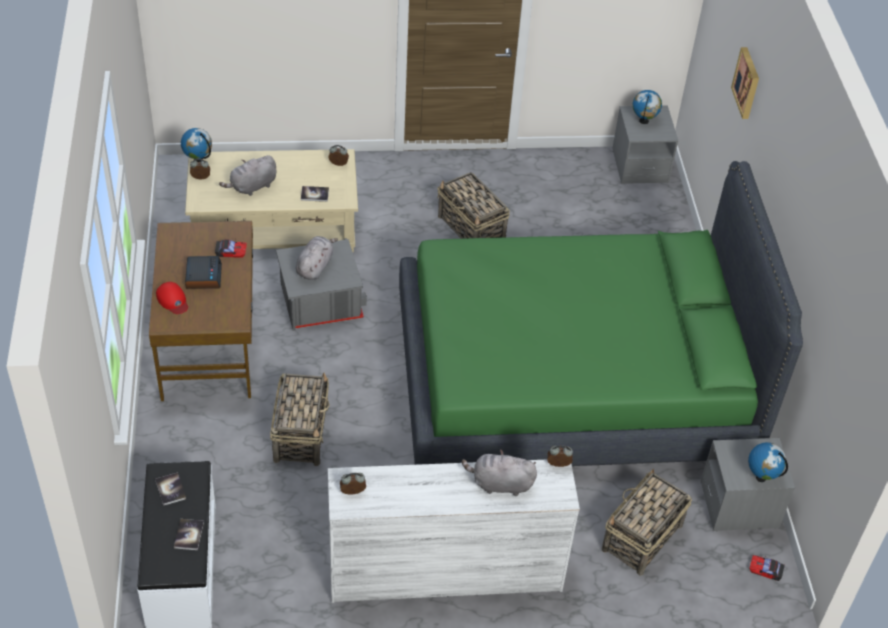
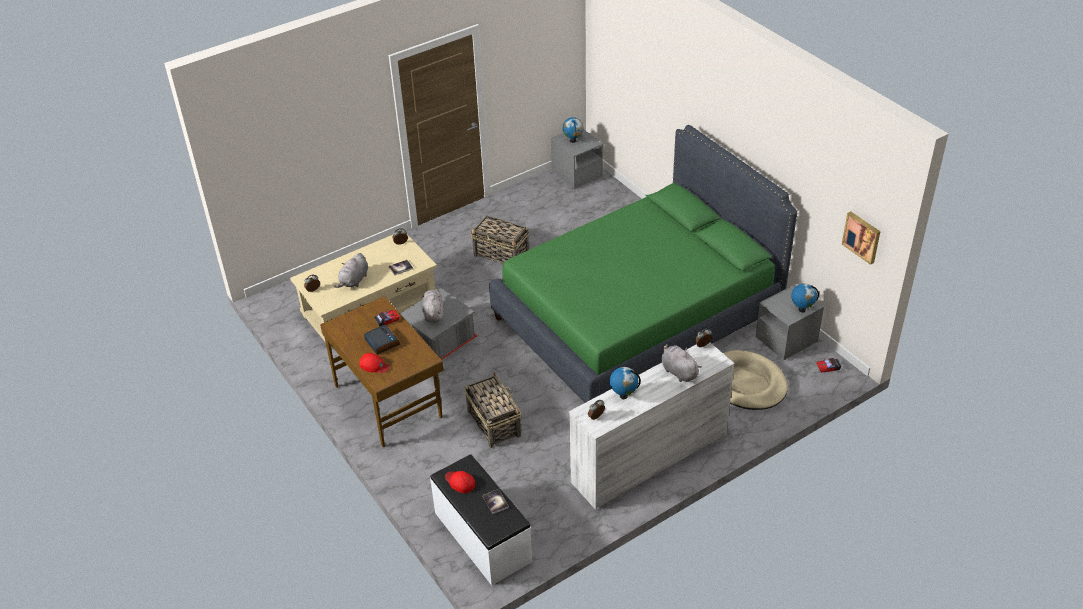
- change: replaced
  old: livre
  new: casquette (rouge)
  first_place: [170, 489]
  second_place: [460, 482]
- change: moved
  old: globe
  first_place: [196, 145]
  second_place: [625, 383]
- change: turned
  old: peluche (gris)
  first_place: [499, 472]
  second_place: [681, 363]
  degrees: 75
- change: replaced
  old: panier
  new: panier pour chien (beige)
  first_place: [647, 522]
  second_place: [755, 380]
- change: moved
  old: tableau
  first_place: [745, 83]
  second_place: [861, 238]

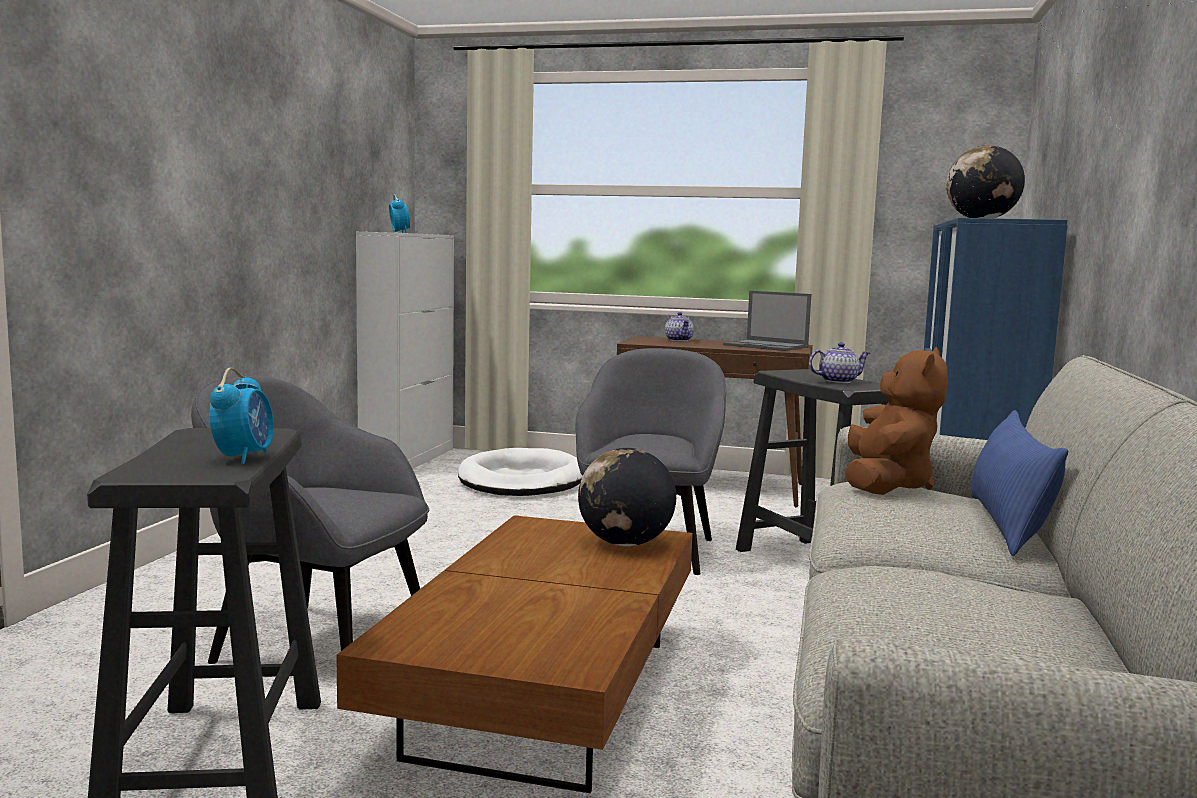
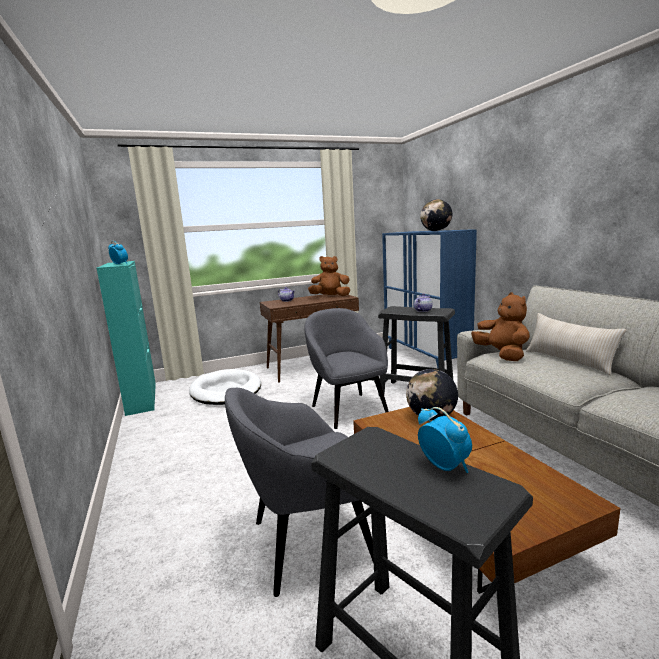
- change: recoloured
  old: meuble de rangement (blanc)
  new: meuble de rangement (turquoise)
  first_place: [405, 350]
  second_place: [126, 338]
- change: replaced
  old: ordinateur portable
  new: peluche (marron)
  first_place: [767, 321]
  second_place: [329, 276]
- change: recoloured
  old: coussin (bleu)
  new: coussin (beige)
  first_place: [1019, 483]
  second_place: [576, 344]

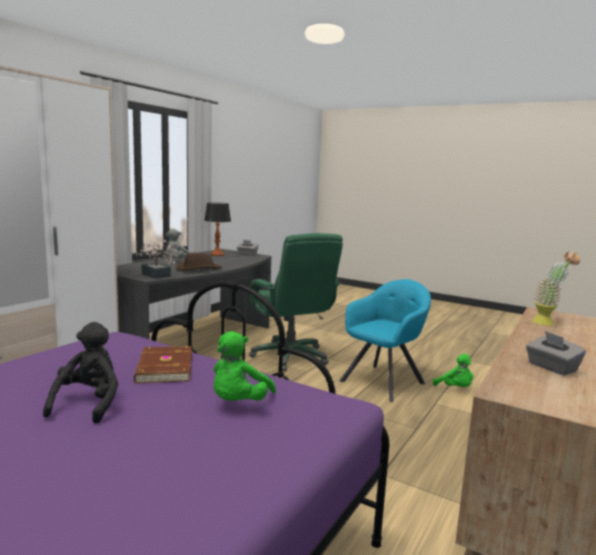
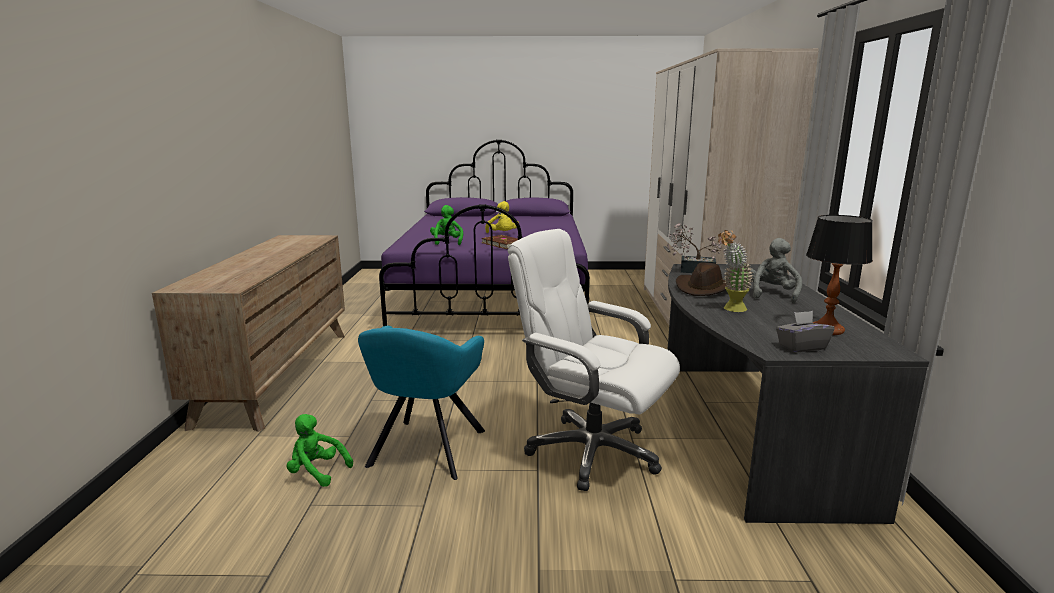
- change: recoloured
  old: peluche (noir)
  new: peluche (jaune)
  first_place: [80, 372]
  second_place: [502, 217]
- change: recoloured
  old: chaise de bureau (vert)
  new: chaise de bureau (blanc)
  first_place: [296, 302]
  second_place: [594, 360]
- change: removed
  old: boîte à mouchoirs (gris)
  first_place: [556, 353]
- change: moved
  old: plante en pot
  first_place: [556, 288]
  second_place: [736, 271]

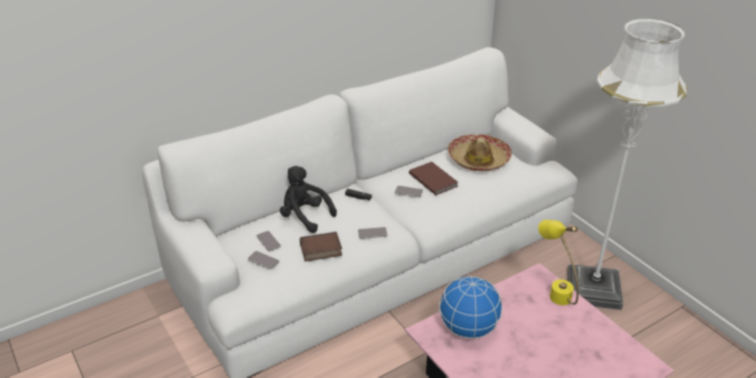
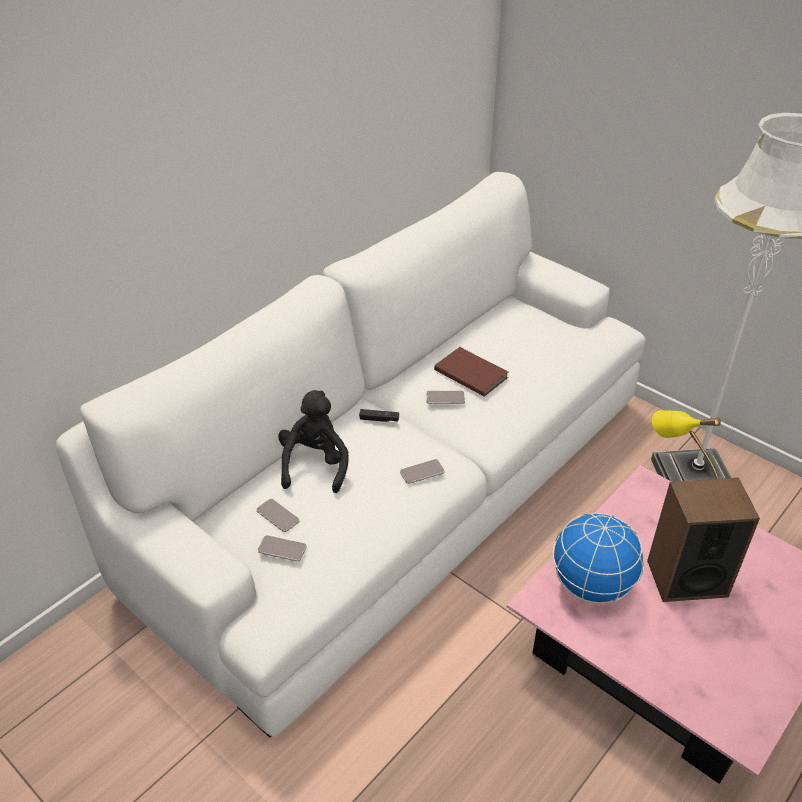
- change: turned
  old: peluche (noir)
  first_place: [308, 199]
  second_place: [313, 441]
  degrees: 75
- change: removed
  old: livre
  first_place: [321, 247]
- change: removed
  old: chapeau
  first_place: [480, 152]
- change: added
  new: enceinte
  second_place: [703, 540]

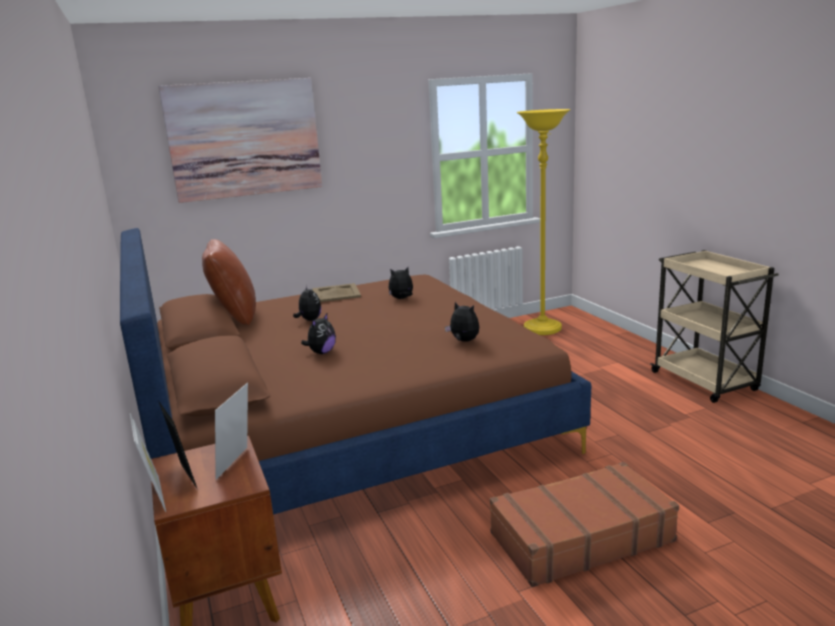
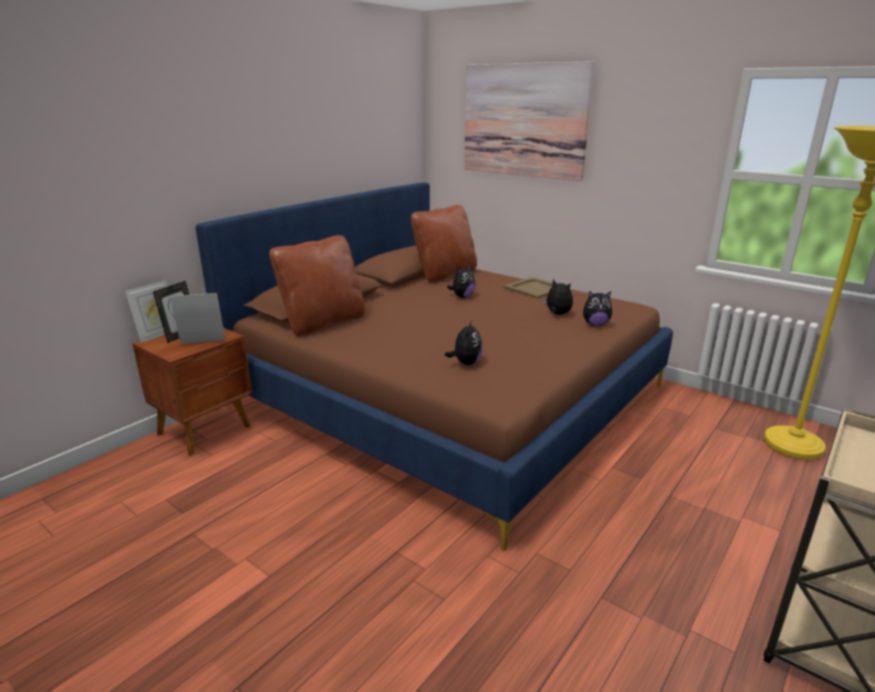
- change: moved
  old: peluche
  first_place: [318, 334]
  second_place: [597, 308]
- change: removed
  old: valise (marron)
  first_place: [584, 524]
- change: added
  new: coussin (marron)
  second_place: [317, 285]

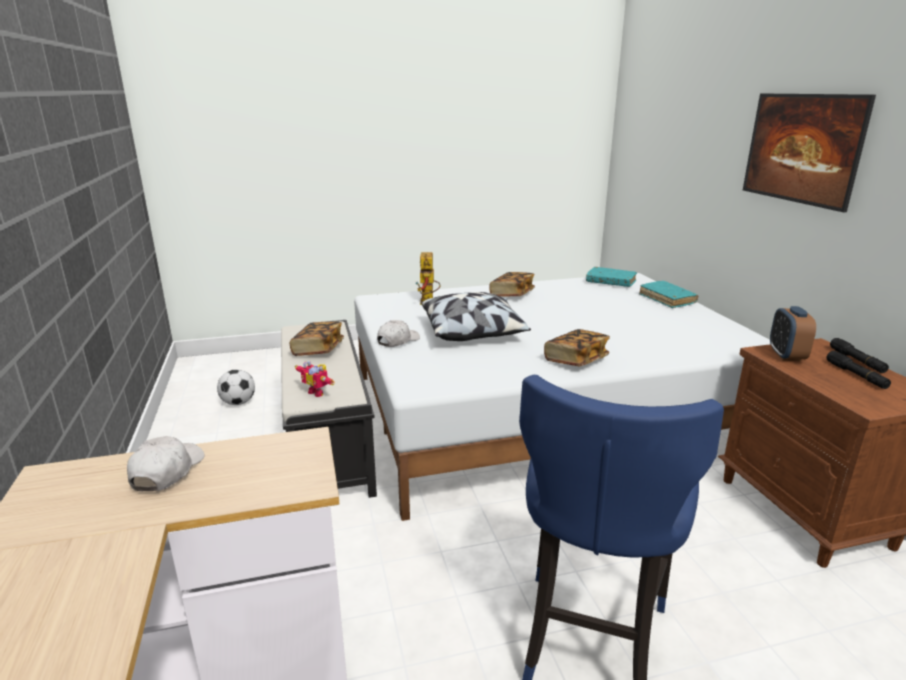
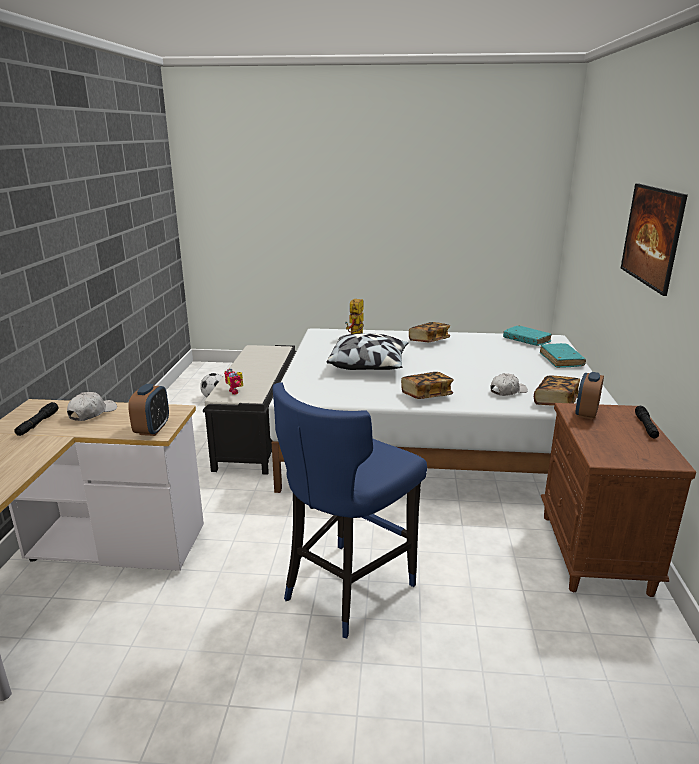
- change: moved
  old: livre
  first_place: [317, 339]
  second_place: [557, 390]
- change: moved
  old: casquette (blanc)
  first_place: [398, 333]
  second_place: [509, 384]
- change: moved
  old: lampe de poche (noir)
  first_place: [859, 370]
  second_place: [36, 419]
- change: added
  new: réveil
  second_place: [148, 410]

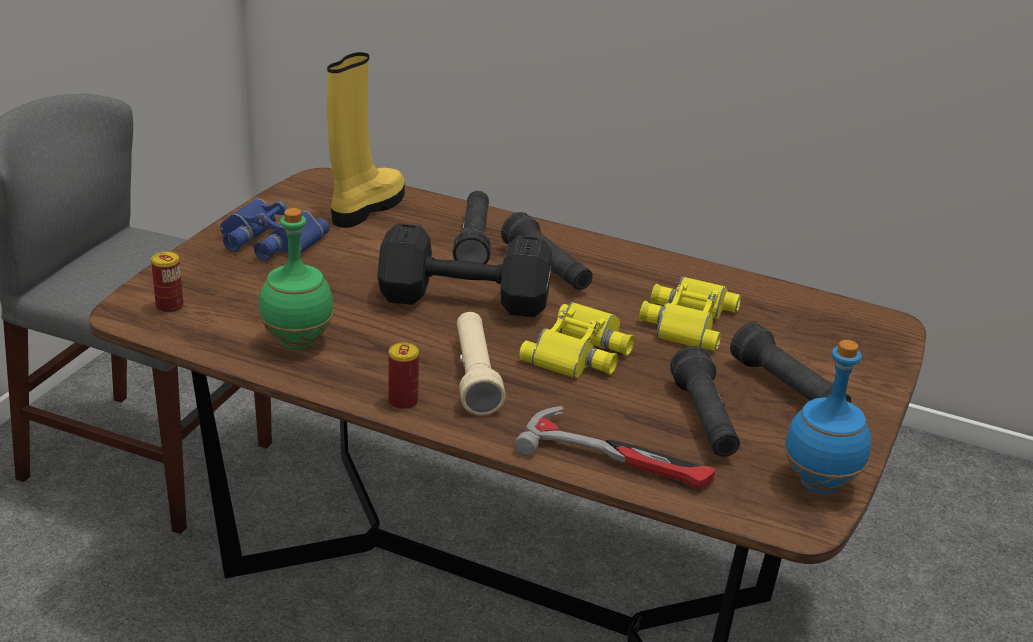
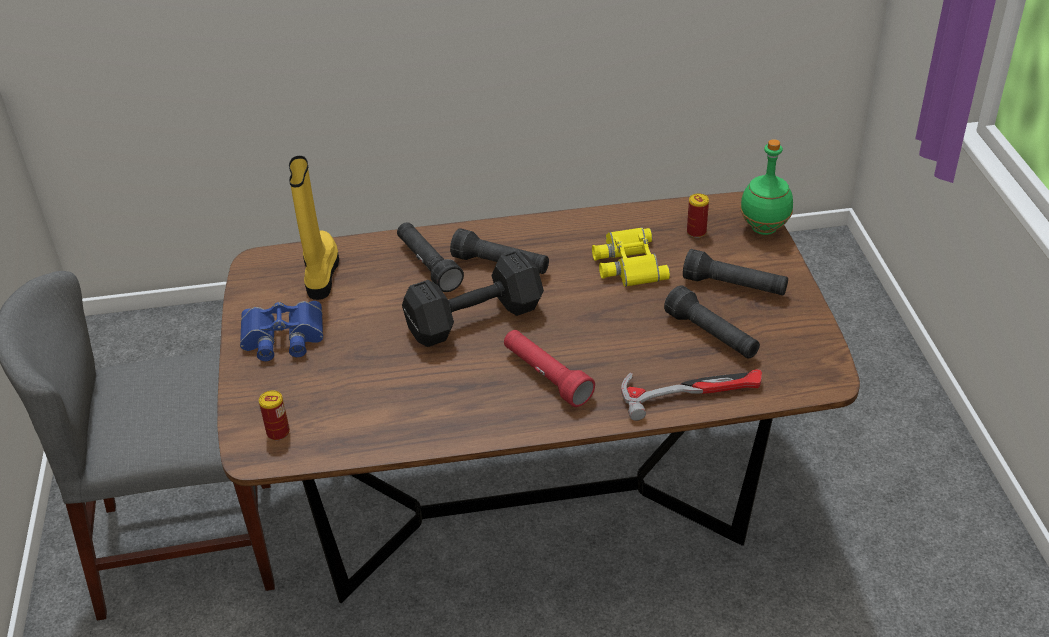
- change: moved
  old: bouteille (vert)
  first_place: [296, 278]
  second_place: [766, 187]
- change: moved
  old: boîte métallique
  first_place: [403, 376]
  second_place: [698, 215]
- change: recoloured
  old: lampe de poche (beige)
  new: lampe de poche (rouge)
  first_place: [481, 364]
  second_place: [549, 368]
- change: removed
  old: jumelles (jaune)
  first_place: [576, 340]
- change: removed
  old: bouteille (bleu)
  first_place: [827, 417]

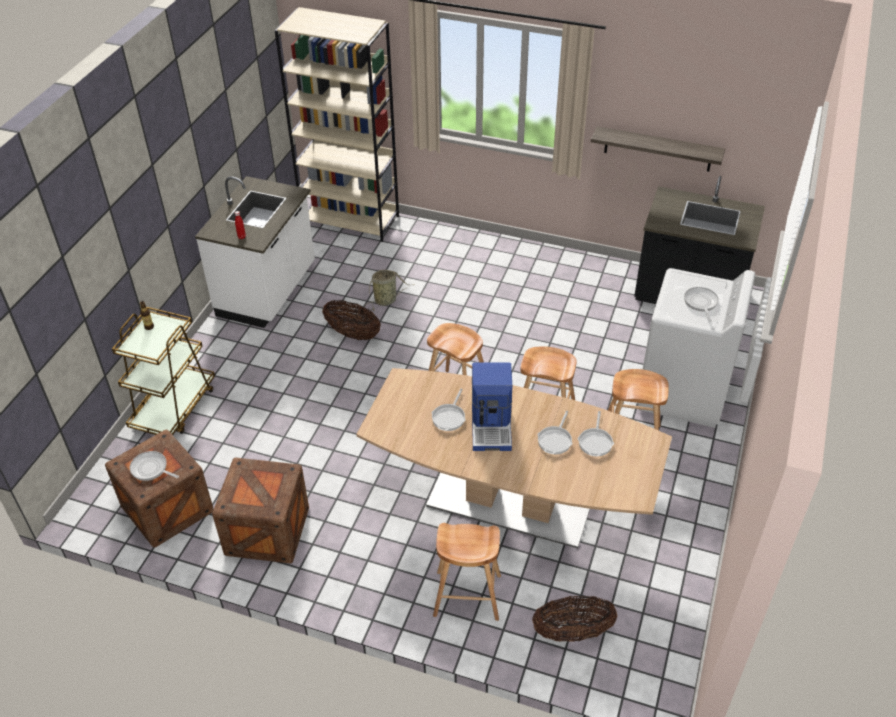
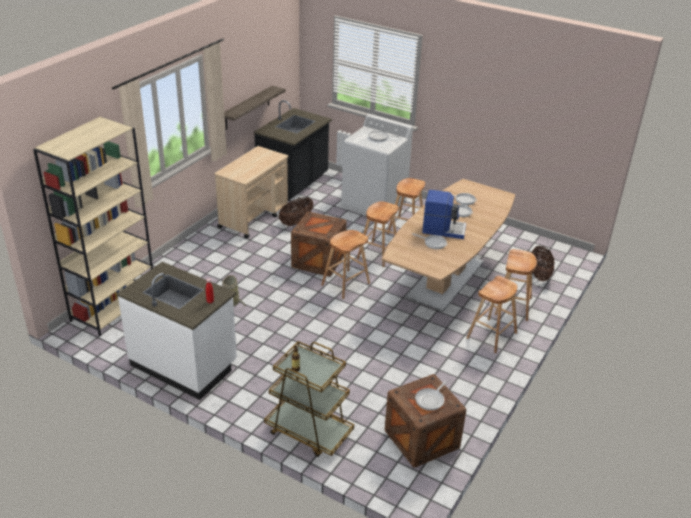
- change: moved
  old: caisse
  first_place: [260, 510]
  second_place: [319, 244]
- change: moved
  old: panier
  first_place: [351, 320]
  second_place: [296, 211]
- change: added
  new: chariot (beige)
  second_place: [251, 192]
- change: added
  new: tabouret (marron)
  second_place: [492, 314]

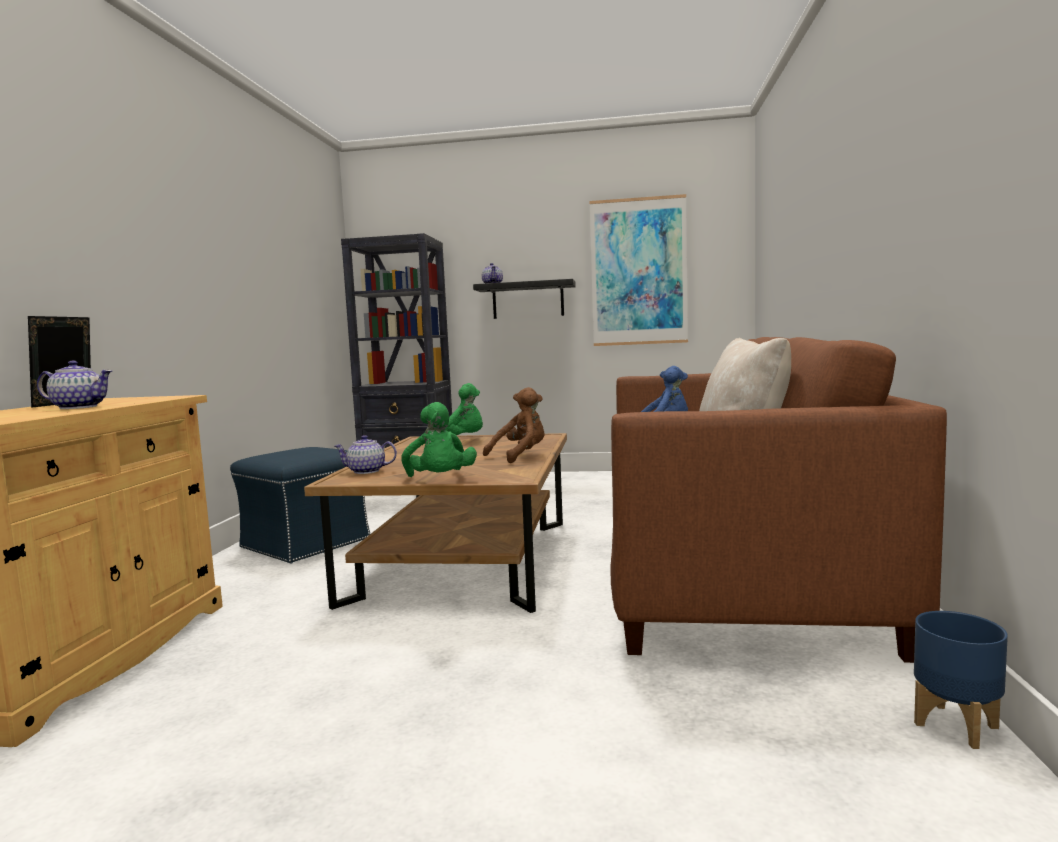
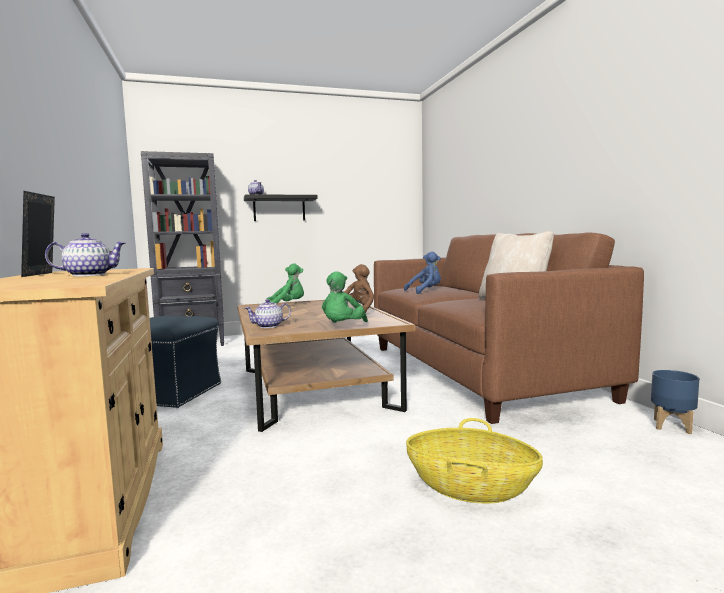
- change: turned
  old: peluche (vert)
  first_place: [439, 439]
  second_place: [345, 297]
  degrees: 60
- change: removed
  old: tableau
  first_place: [638, 270]
- change: added
  new: panier
  second_place: [474, 461]

